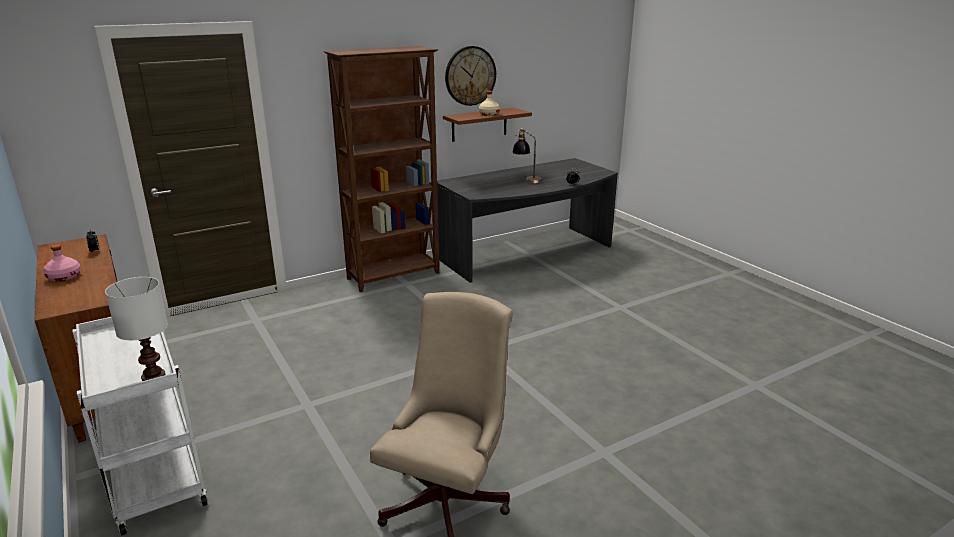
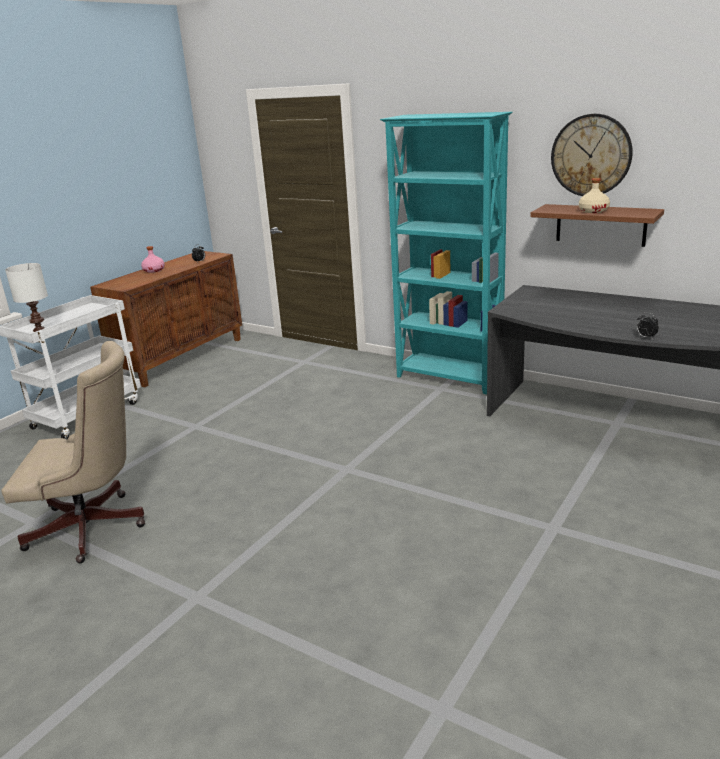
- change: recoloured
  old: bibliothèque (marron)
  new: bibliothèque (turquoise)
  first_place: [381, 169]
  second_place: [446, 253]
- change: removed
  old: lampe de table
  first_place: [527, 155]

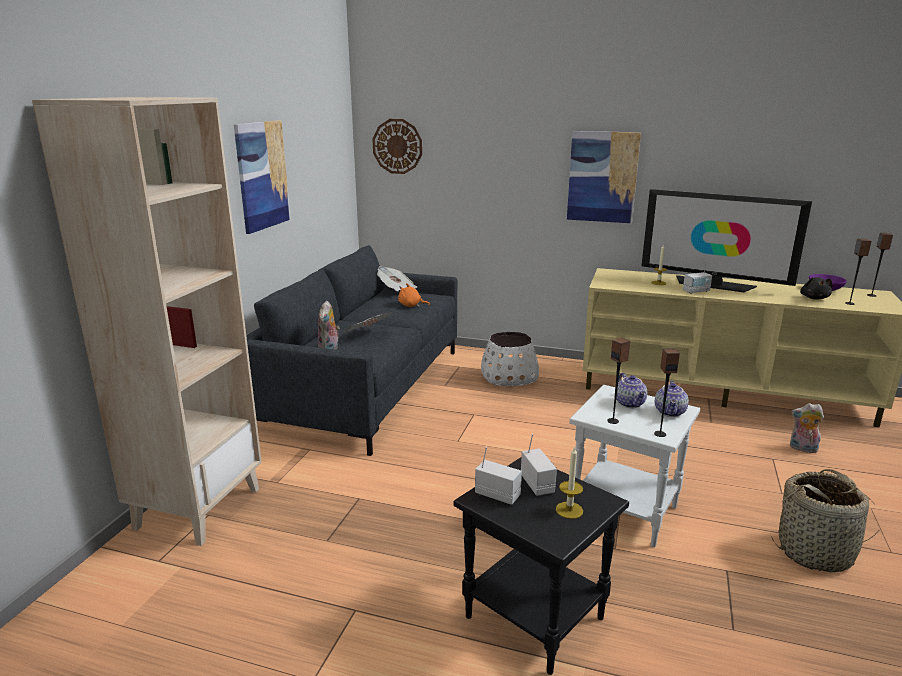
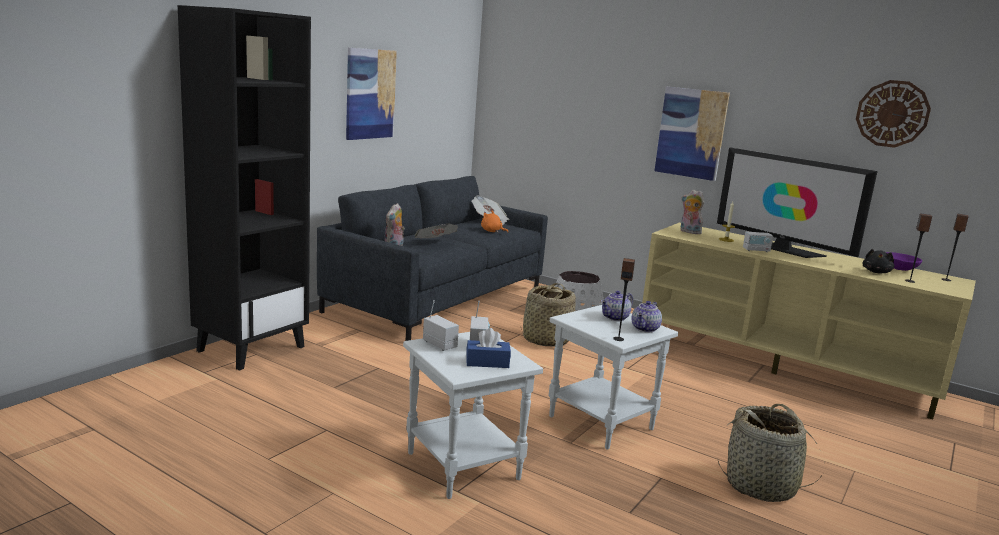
- change: recoloured
  old: bibliothèque (beige)
  new: bibliothèque (noir)
  first_place: [147, 321]
  second_place: [244, 188]
- change: moved
  old: horloge murale
  first_place: [397, 146]
  second_place: [893, 114]
- change: recoloured
  old: table d'appoint (noir)
  new: table d'appoint (blanc)
  first_place: [541, 566]
  second_place: [473, 415]
- change: replaced
  old: bougie
  new: boîte à mouchoirs (bleu)
  first_place: [569, 482]
  second_place: [488, 348]
- change: removed
  old: enceinte
  first_place: [618, 381]
- change: turned
  old: théière
  first_place: [631, 390]
  second_place: [617, 306]
  degrees: 45
- change: moved
  old: peluche
  first_place: [807, 428]
  second_place: [692, 212]
- change: added
  new: panier
  second_place: [548, 315]

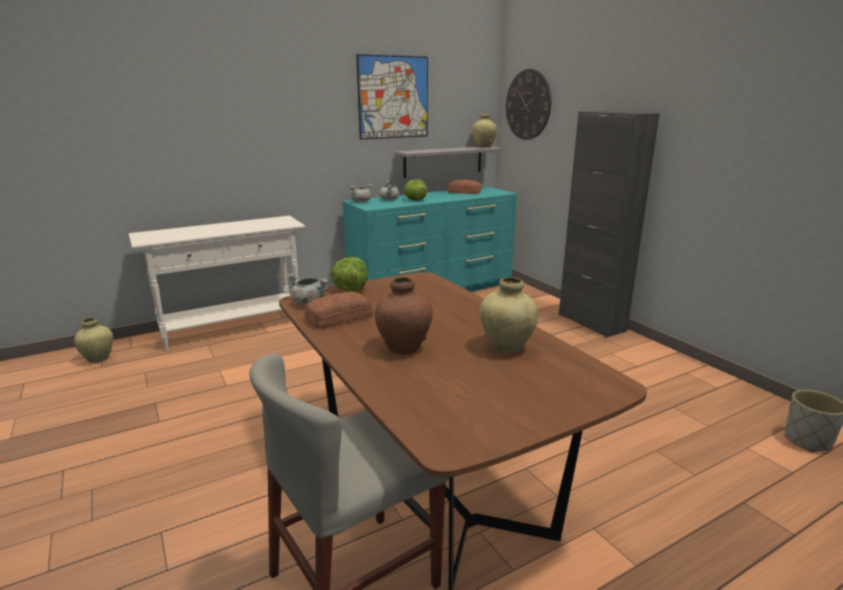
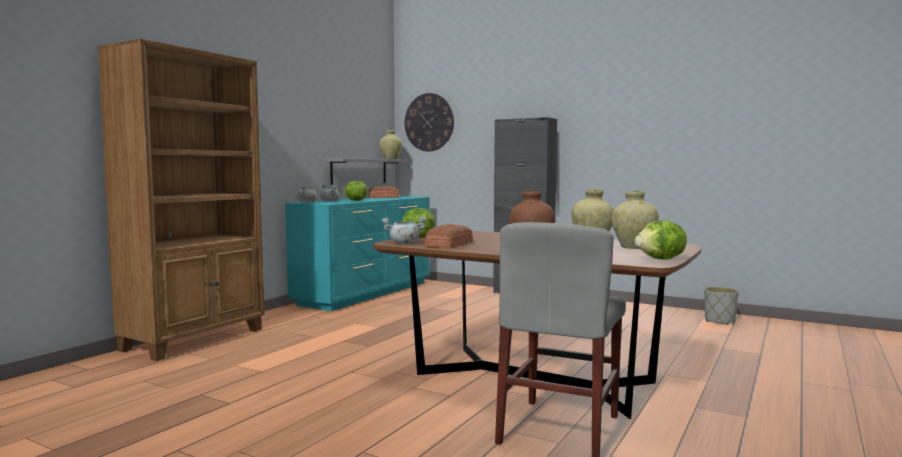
- change: moved
  old: vase (beige)
  first_place: [93, 340]
  second_place: [635, 220]
- change: replaced
  old: table console (blanc)
  new: bibliothèque (marron)
  first_place: [217, 283]
  second_place: [180, 199]
- change: removed
  old: tableau
  first_place: [392, 97]
- change: added
  new: laitue
  second_place: [661, 239]

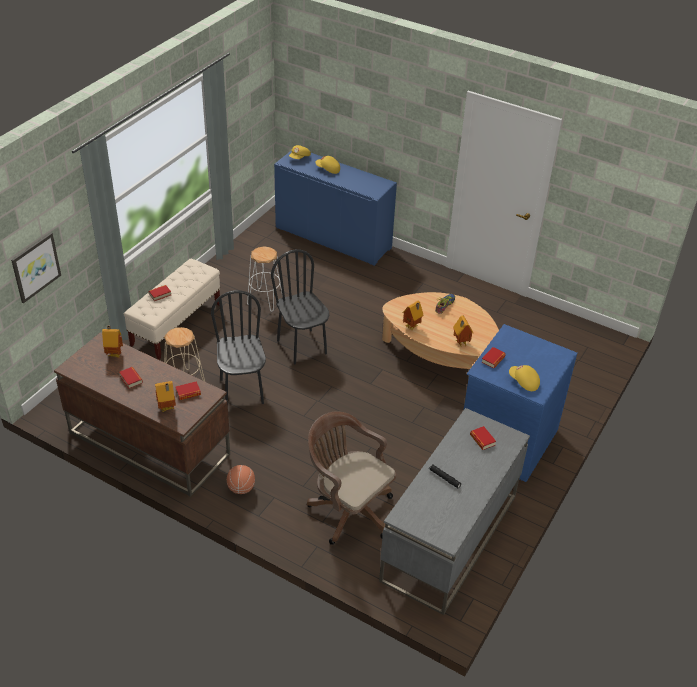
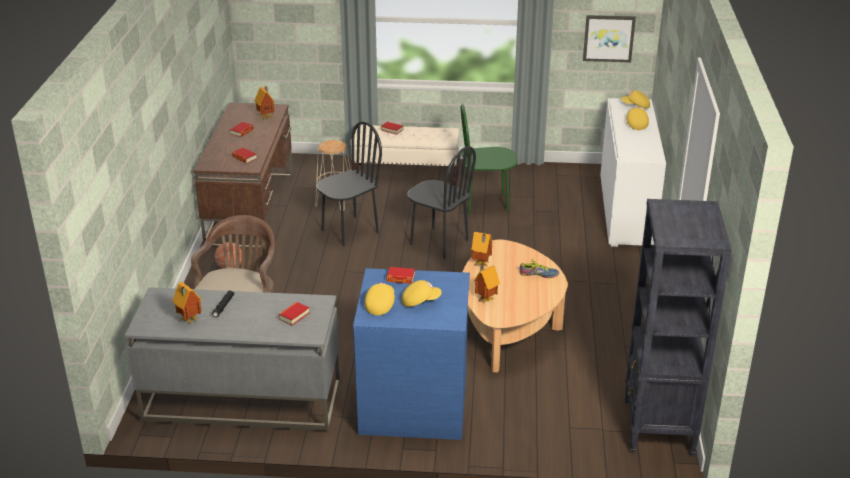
- change: moved
  old: tableau
  first_place: [36, 268]
  second_place: [609, 38]
- change: moved
  old: maison miniature
  first_place: [165, 396]
  second_place: [187, 303]
- change: replaced
  old: tabouret (blanc)
  new: chaise (vert)
  first_place: [264, 279]
  second_place: [489, 159]
- change: turned
  old: chaise (noir)
  first_place: [300, 306]
  second_place: [441, 202]
  degrees: 90
- change: recoloured
  old: meuble de rangement (bleu)
  new: meuble de rangement (blanc)
  first_place: [335, 208]
  second_place: [633, 172]
- change: added
  new: casquette (jaune)
  second_place: [422, 293]
- change: added
  new: bibliothèque (noir)
  second_place: [678, 327]

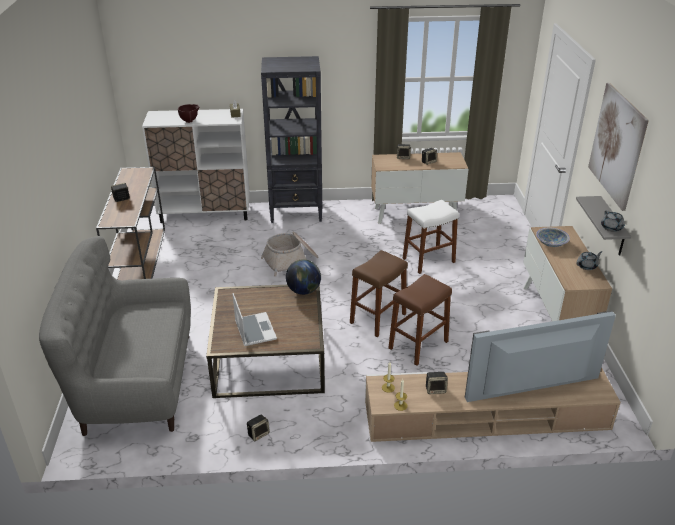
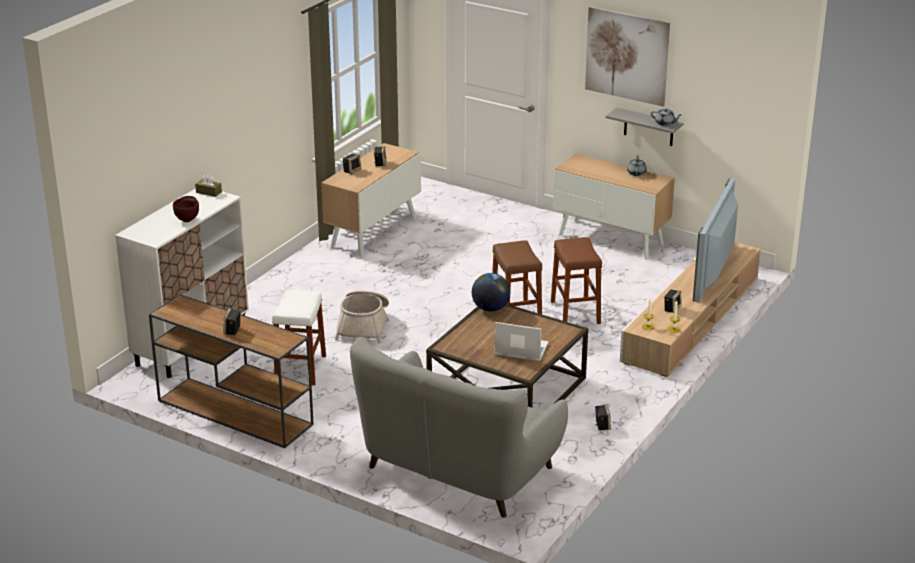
- change: removed
  old: bibliothèque (noir)
  first_place: [291, 139]
- change: moved
  old: tabouret (blanc)
  first_place: [431, 237]
  second_place: [299, 338]
- change: removed
  old: bol
  first_place: [553, 237]

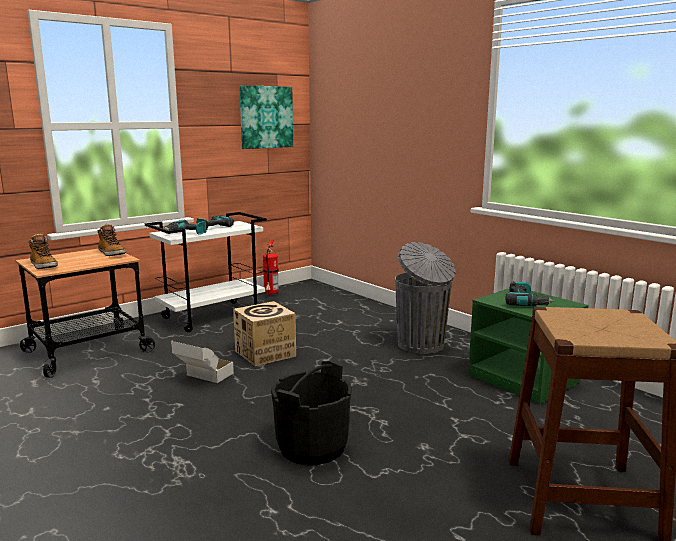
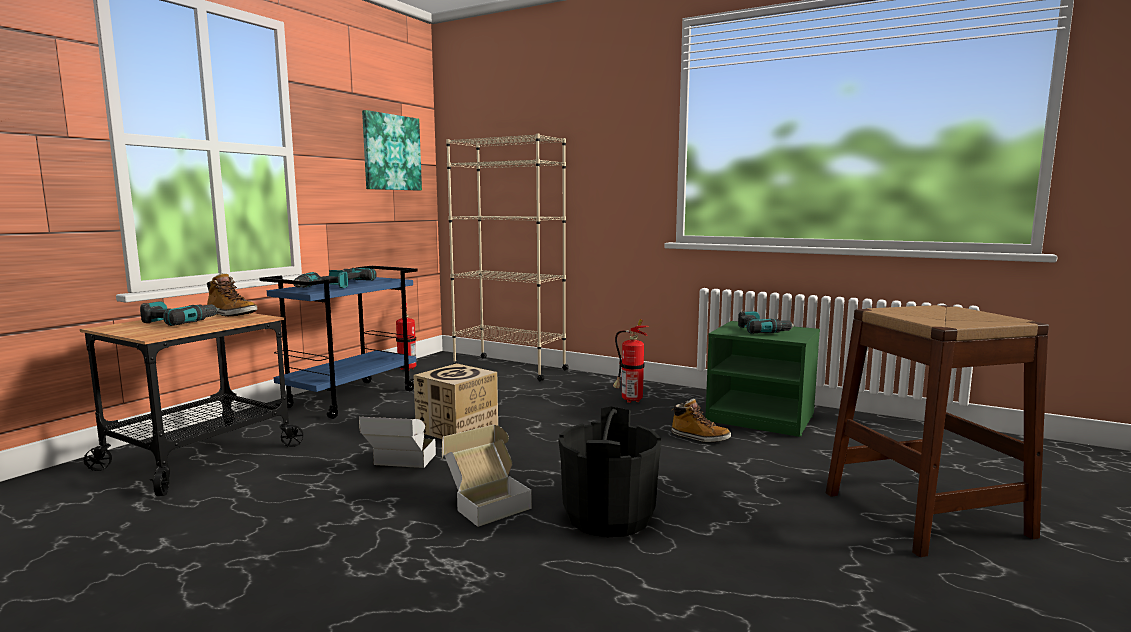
- change: moved
  old: botte
  first_place: [43, 251]
  second_place: [701, 421]
- change: recoloured
  old: chariot (blanc)
  new: chariot (bleu)
  first_place: [206, 272]
  second_place: [338, 342]
- change: replaced
  old: poubelle (gris)
  new: extincteur
  first_place: [425, 298]
  second_place: [631, 361]
- change: added
  new: perceuse
  second_place: [180, 313]
- change: added
  new: carton
  second_place: [487, 476]
- change: added
  new: bibliothèque (beige)
  second_place: [507, 257]

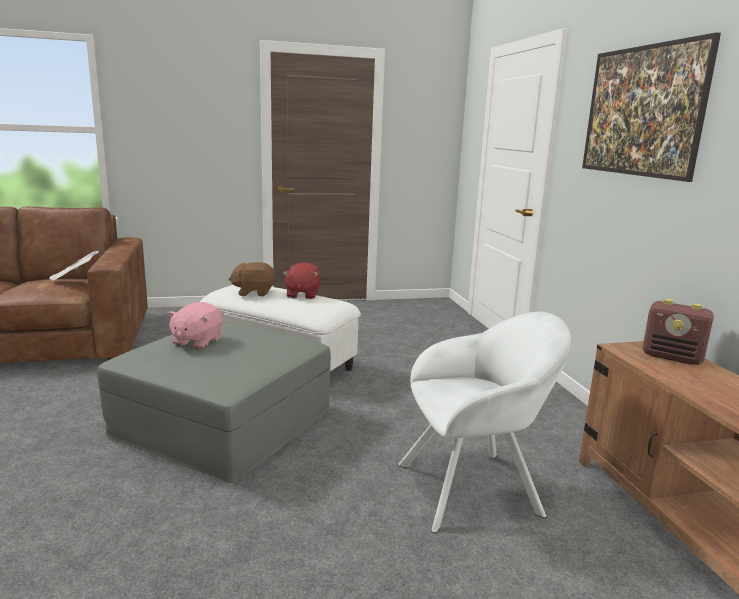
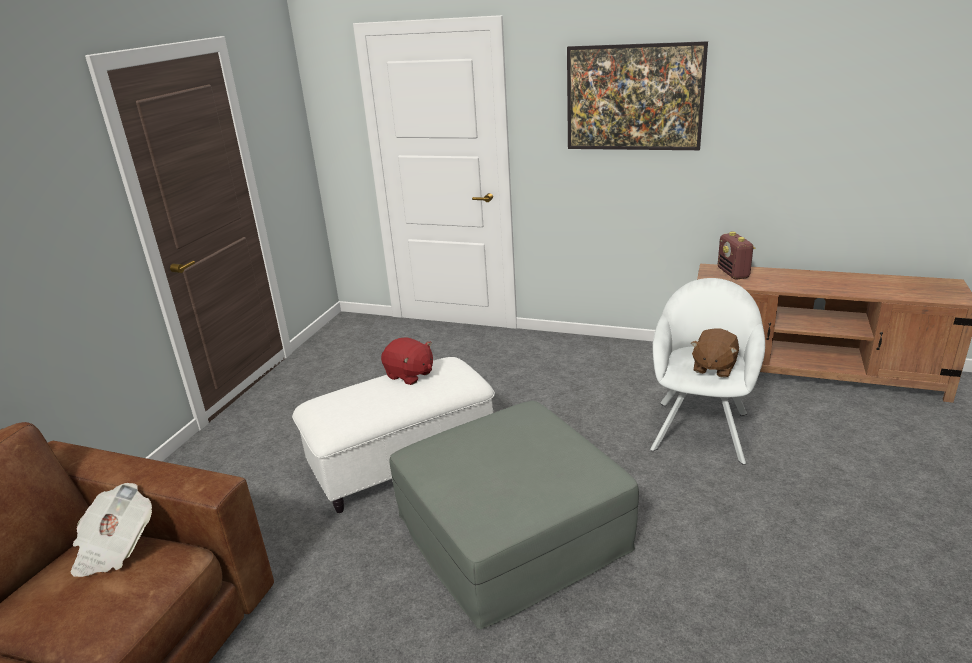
- change: removed
  old: peluche (rose)
  first_place: [195, 325]
- change: moved
  old: peluche (marron)
  first_place: [252, 279]
  second_place: [715, 353]
- change: turned
  old: radio
  first_place: [678, 332]
  second_place: [736, 255]
  degrees: 105

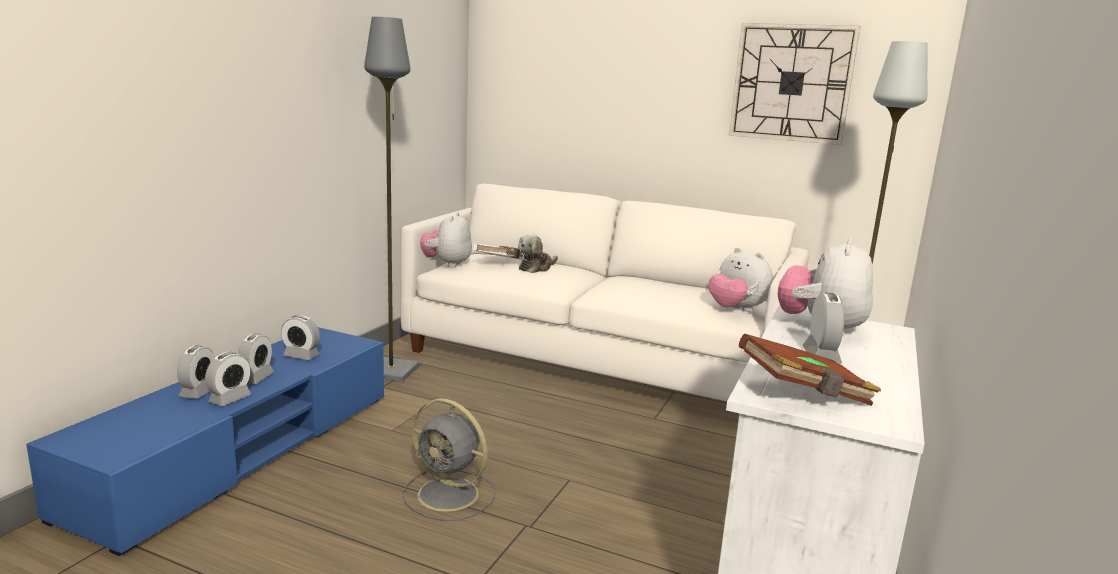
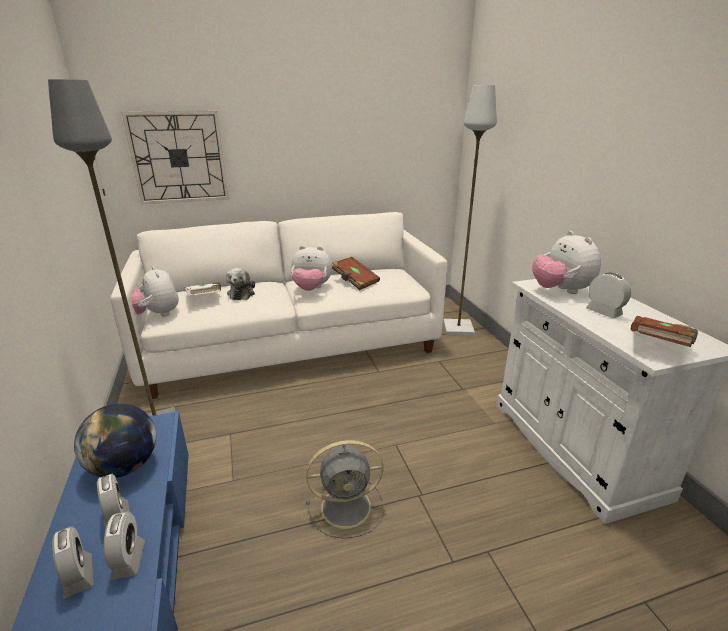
- change: replaced
  old: réveil
  new: globe
  first_place: [300, 337]
  second_place: [115, 441]
- change: moved
  old: peluche
  first_place: [741, 280]
  second_place: [311, 268]
- change: moved
  old: horloge murale
  first_place: [794, 84]
  second_place: [175, 157]
- change: added
  new: livre (marron)
  second_place: [356, 273]

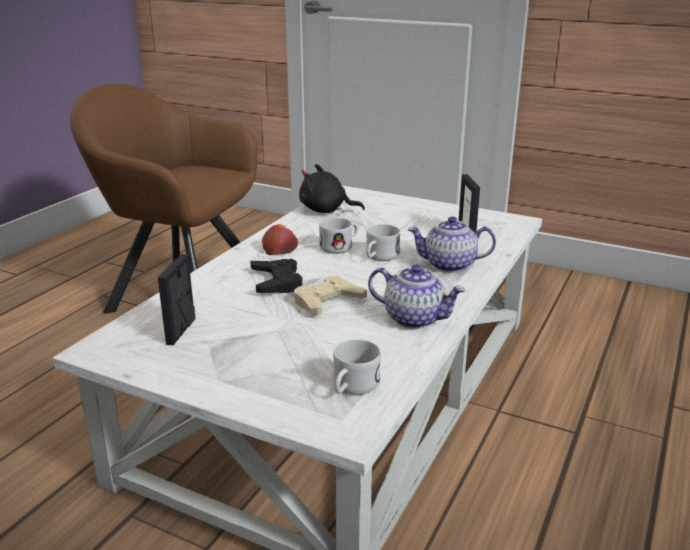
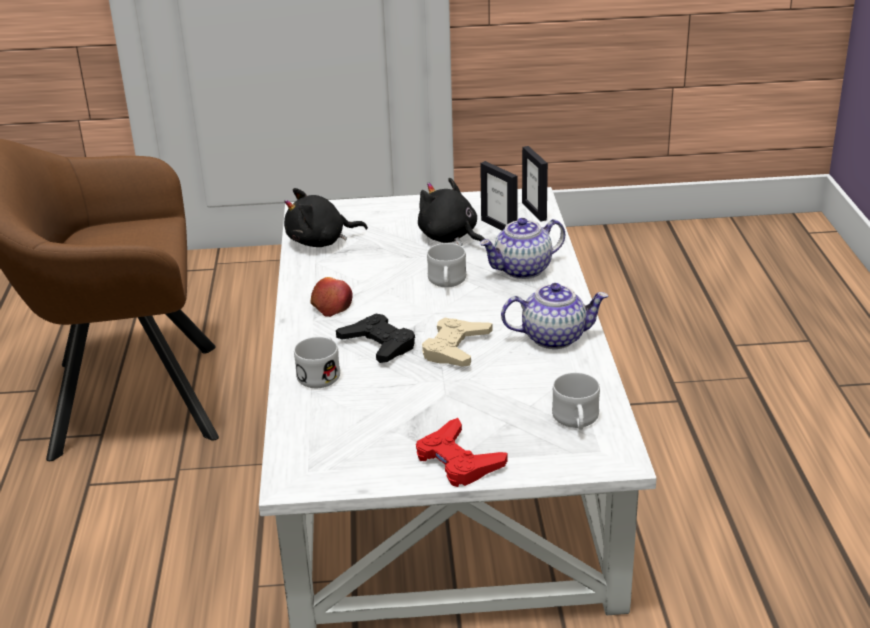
- change: moved
  old: cadre photo
  first_place: [177, 299]
  second_place: [535, 183]
- change: moved
  old: mug (blanc)
  first_place: [338, 236]
  second_place: [317, 362]
- change: added
  new: manette (rouge)
  second_place: [461, 452]
- change: added
  new: peluche (noir)
  second_place: [451, 212]

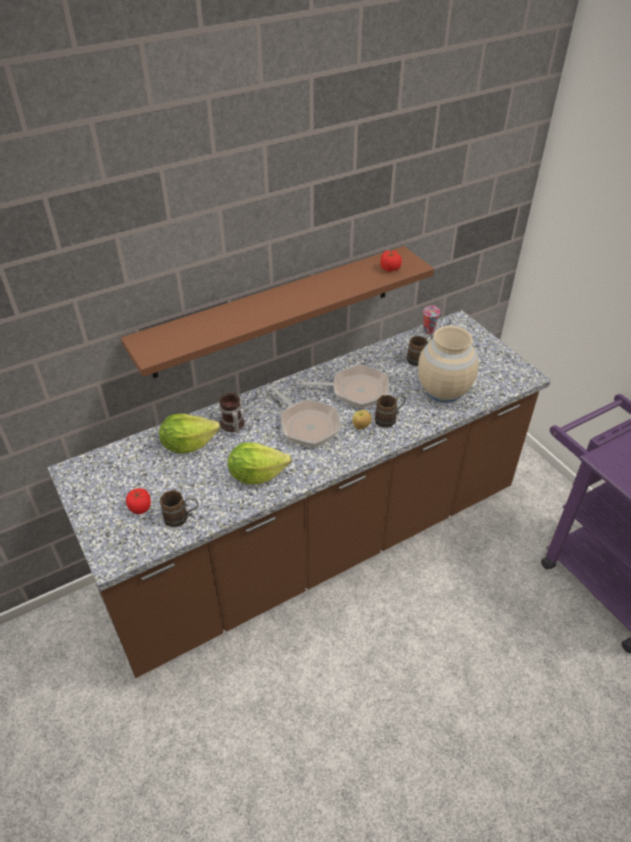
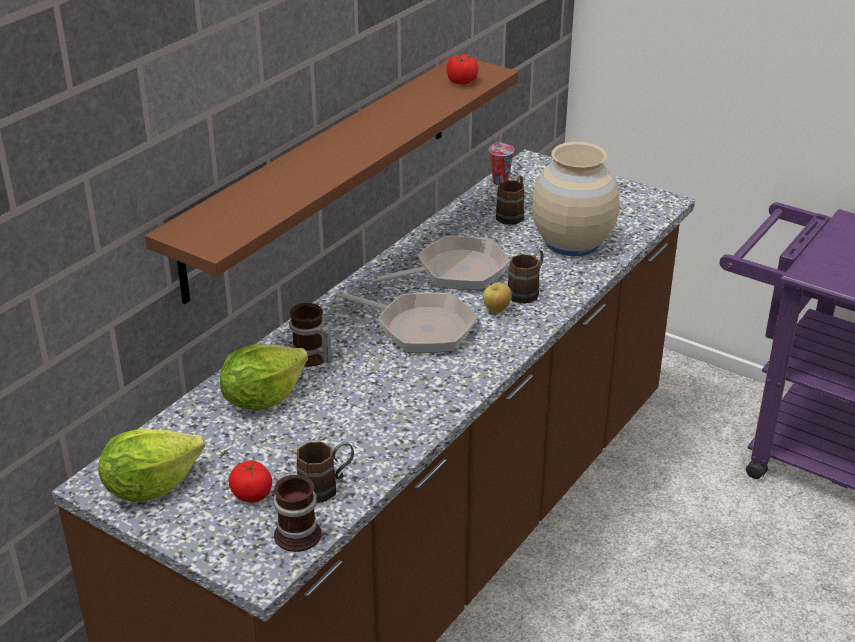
- change: moved
  old: laitue
  first_place: [260, 463]
  second_place: [151, 465]
- change: added
  new: mug
  second_place: [297, 512]

